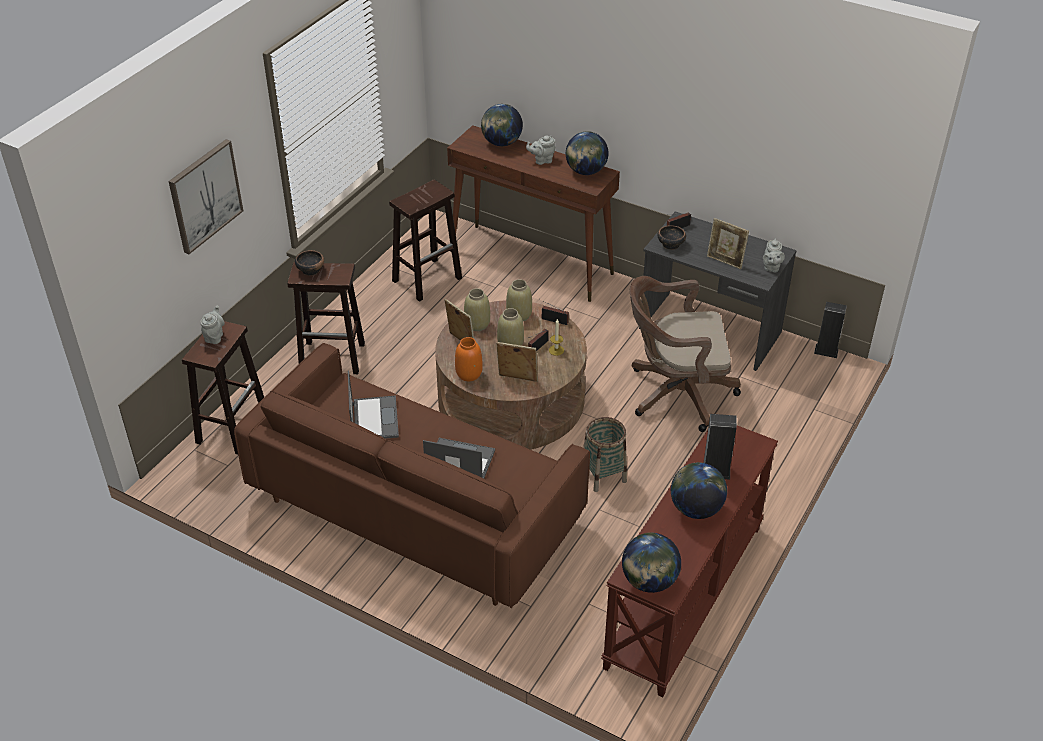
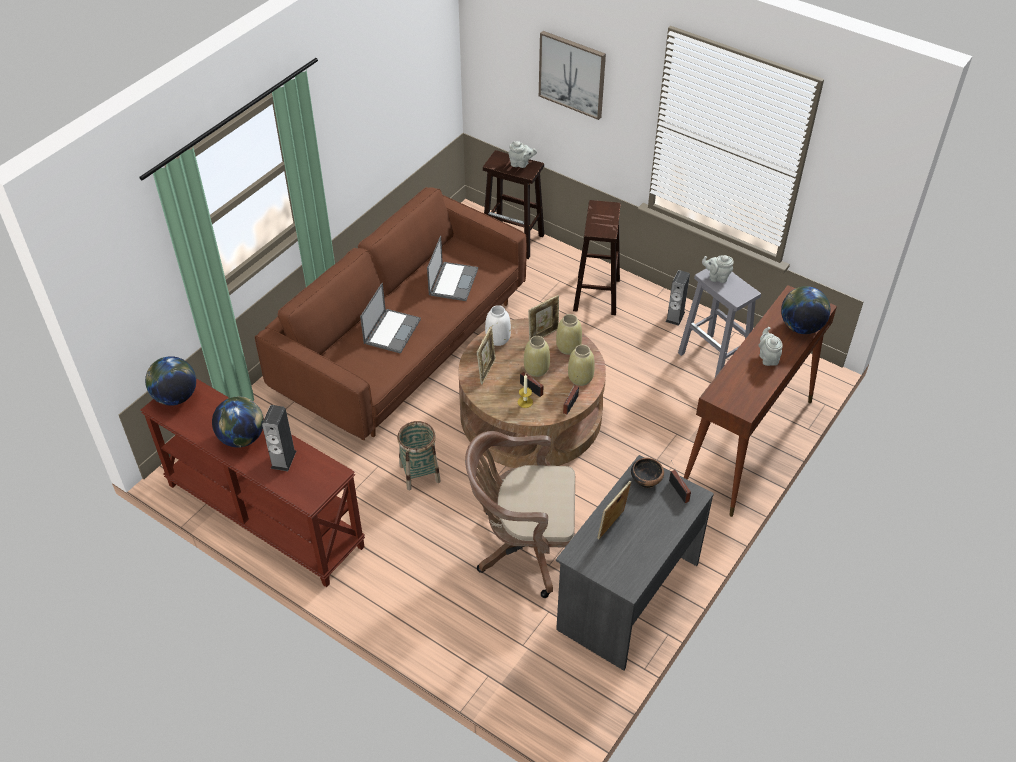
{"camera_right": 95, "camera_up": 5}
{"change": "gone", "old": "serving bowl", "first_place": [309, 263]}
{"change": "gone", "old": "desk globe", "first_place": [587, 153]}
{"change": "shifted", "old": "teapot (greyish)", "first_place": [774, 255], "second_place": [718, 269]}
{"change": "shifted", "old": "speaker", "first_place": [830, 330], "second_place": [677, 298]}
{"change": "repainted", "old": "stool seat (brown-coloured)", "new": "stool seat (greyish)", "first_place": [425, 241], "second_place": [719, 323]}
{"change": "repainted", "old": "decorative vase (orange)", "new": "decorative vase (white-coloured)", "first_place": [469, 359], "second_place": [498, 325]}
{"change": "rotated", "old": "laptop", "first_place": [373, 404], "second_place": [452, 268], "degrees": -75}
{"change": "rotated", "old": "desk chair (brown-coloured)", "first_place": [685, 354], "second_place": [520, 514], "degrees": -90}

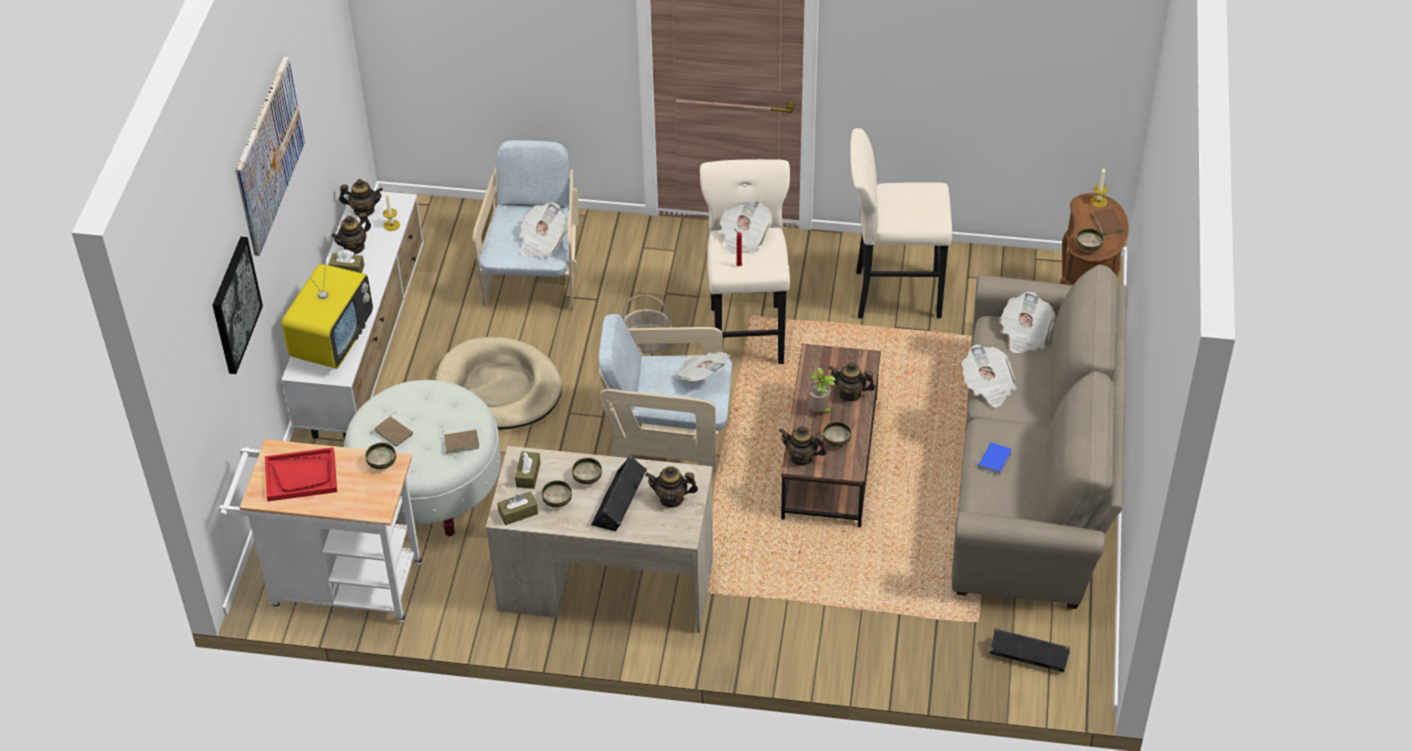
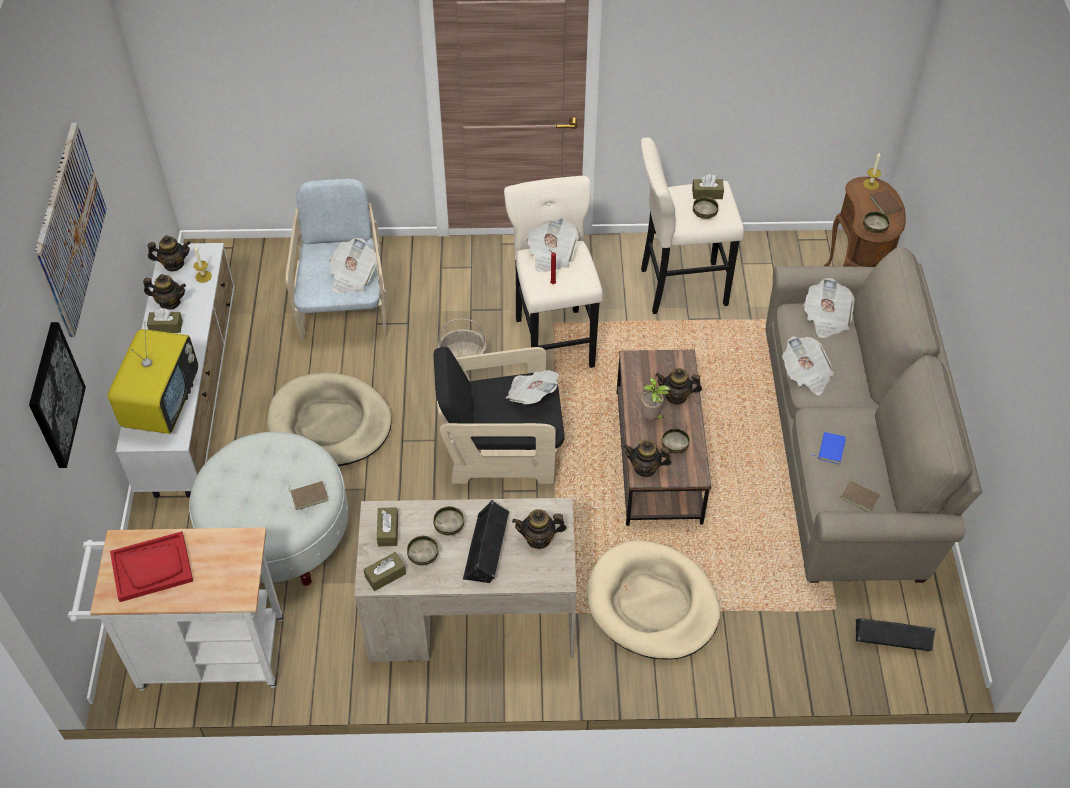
{"camera_right": -10, "camera_up": 5}
{"change": "new", "new": "dog cushion (sand-coloured)", "second_place": [653, 600]}
{"change": "new", "new": "box of tissues (brown-coloured)", "second_place": [708, 186]}
{"change": "shifted", "old": "serving bowl", "first_place": [380, 456], "second_place": [706, 208]}
{"change": "shifted", "old": "bound book (brown-coloured)", "first_place": [393, 429], "second_place": [860, 494]}
{"change": "repainted", "old": "lounge chair (sand-coloured)", "new": "lounge chair (black)", "first_place": [665, 392], "second_place": [499, 415]}
{"change": "rotated", "old": "teapot", "first_place": [351, 233], "second_place": [164, 292], "degrees": -120}

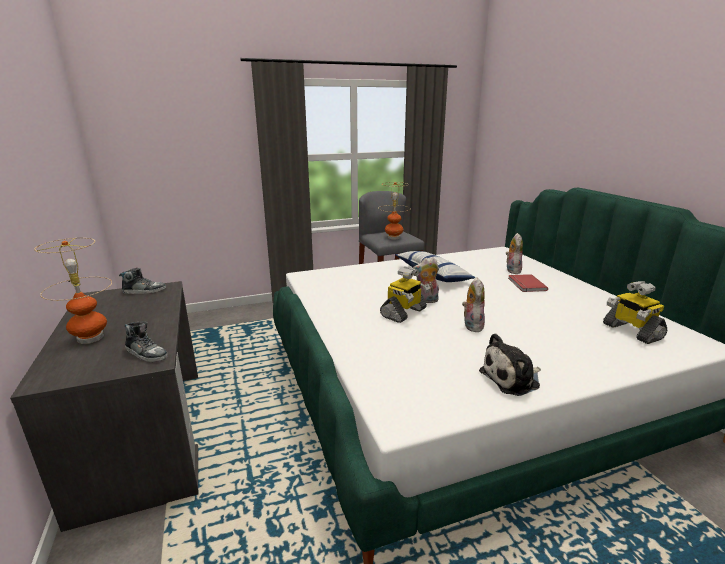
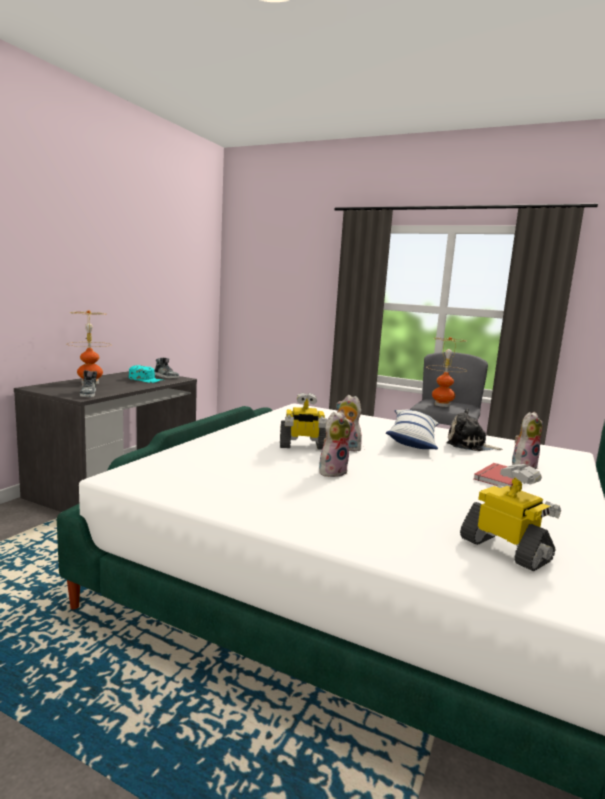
{"camera_right": 45, "camera_up": -10}
{"change": "new", "new": "peaked cap (blue-green)", "second_place": [145, 374]}
{"change": "shifted", "old": "cuddly toy", "first_place": [510, 364], "second_place": [474, 430]}
{"change": "rotated", "old": "model robot", "first_place": [635, 312], "second_place": [510, 517], "degrees": 120}

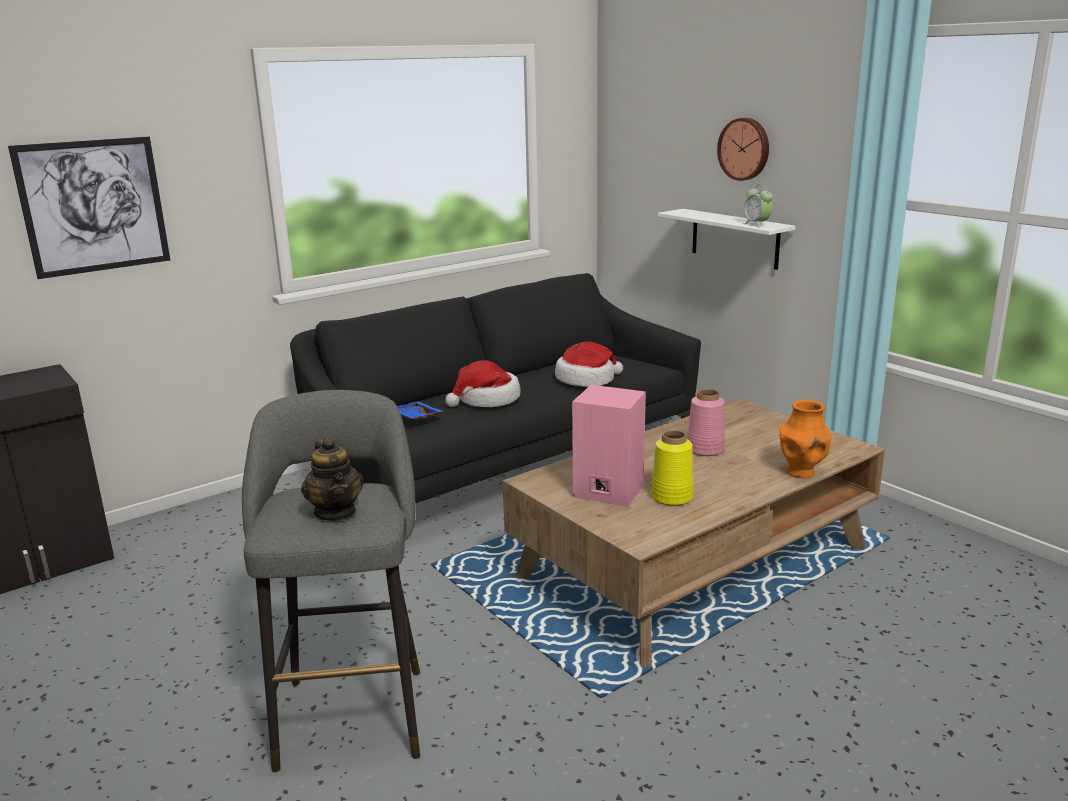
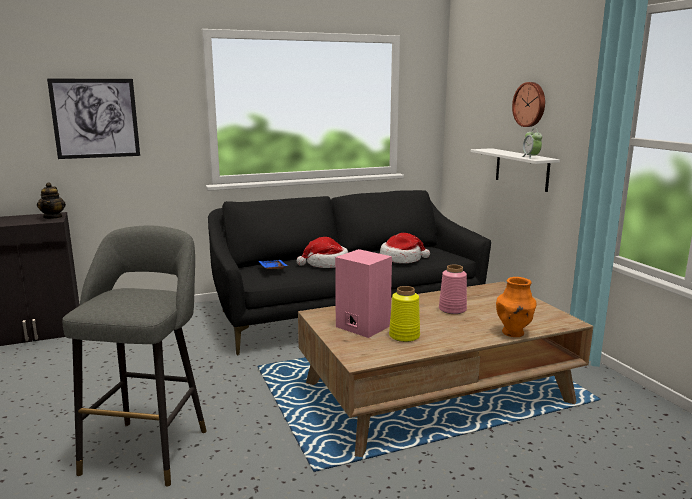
{"camera_right": 15, "camera_up": -5}
{"change": "shifted", "old": "teapot", "first_place": [332, 479], "second_place": [51, 200]}

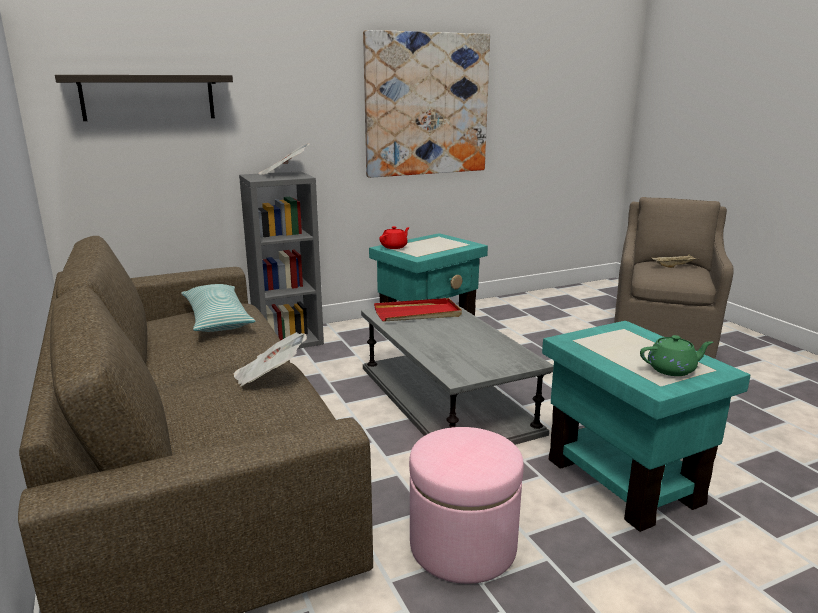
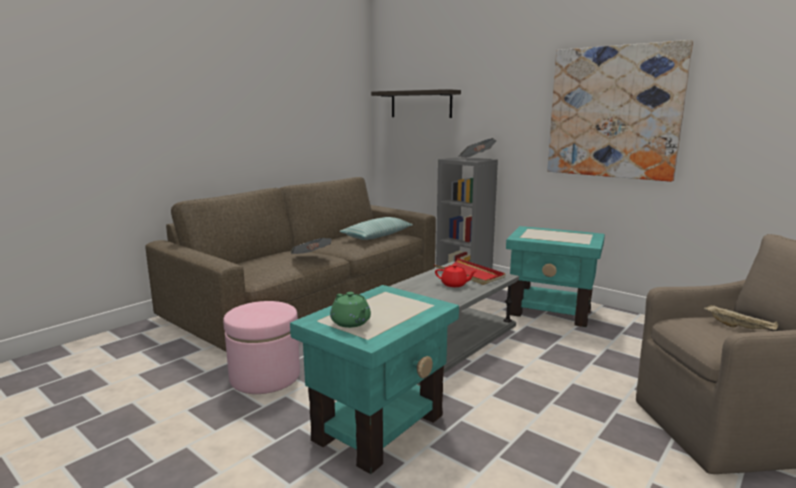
{"camera_right": 65, "camera_up": -5}
{"change": "shifted", "old": "teapot (red-coloured)", "first_place": [394, 237], "second_place": [456, 275]}

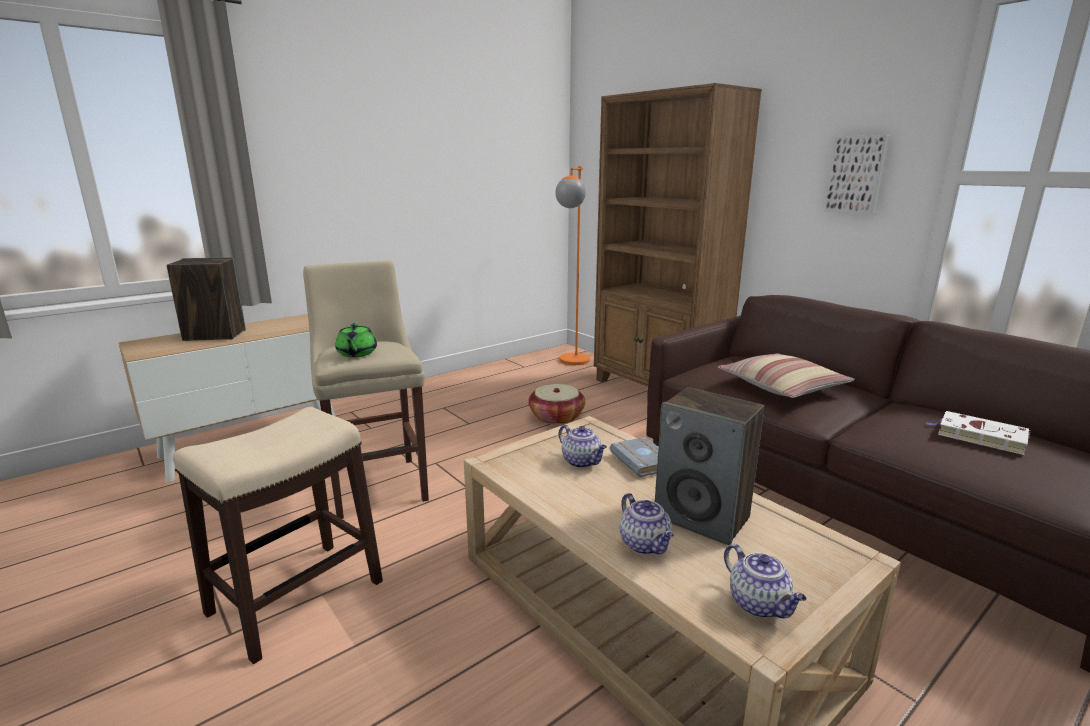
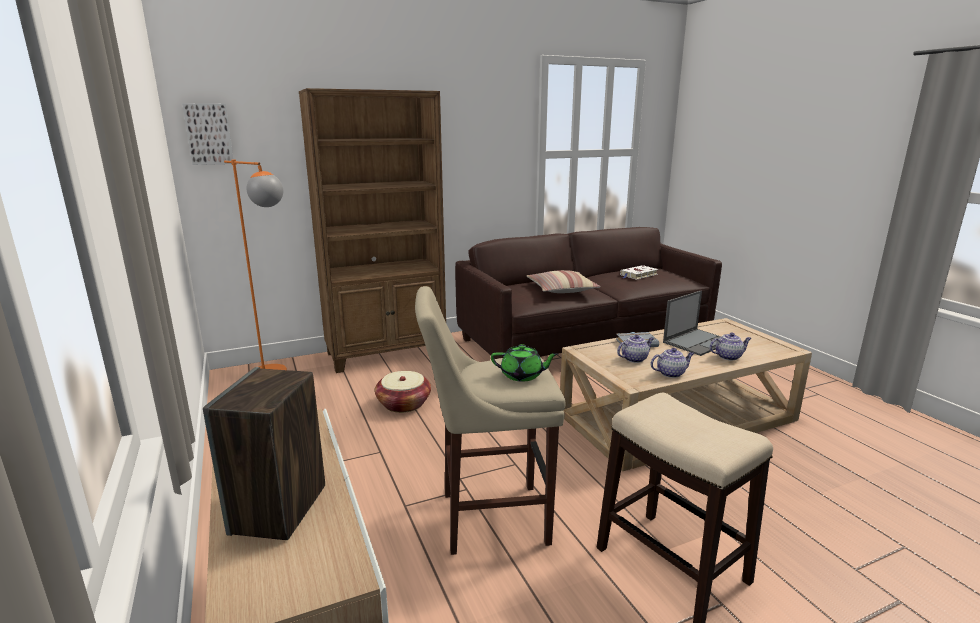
{"camera_right": -75, "camera_up": 0}
{"change": "shifted", "old": "teapot", "first_place": [765, 581], "second_place": [672, 363]}
{"change": "shifted", "old": "picture", "first_place": [857, 174], "second_place": [208, 134]}
{"change": "swapped", "old": "speaker", "new": "laptop", "first_place": [709, 466], "second_place": [692, 323]}

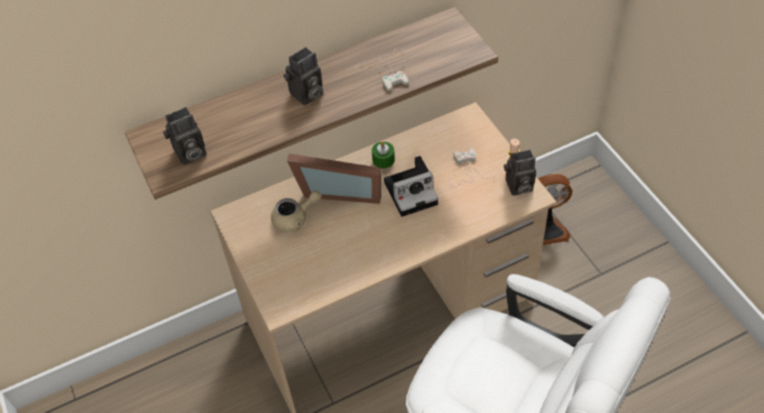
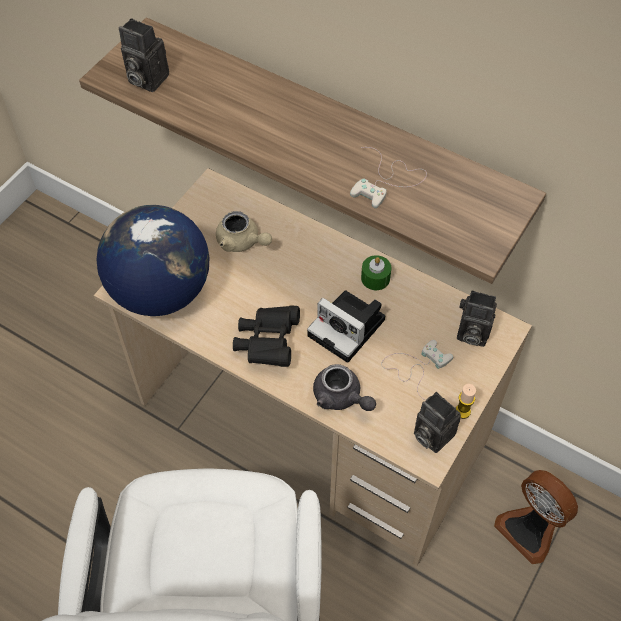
{"camera_right": 55, "camera_up": 5}
{"change": "gone", "old": "standing frame", "first_place": [334, 179]}
{"change": "new", "new": "desk globe", "second_place": [153, 260]}
{"change": "new", "new": "field glasses (black)", "second_place": [266, 336]}
{"change": "new", "new": "teapot (greyish)", "second_place": [344, 387]}
{"change": "shifted", "old": "still camera", "first_place": [303, 76], "second_place": [477, 318]}

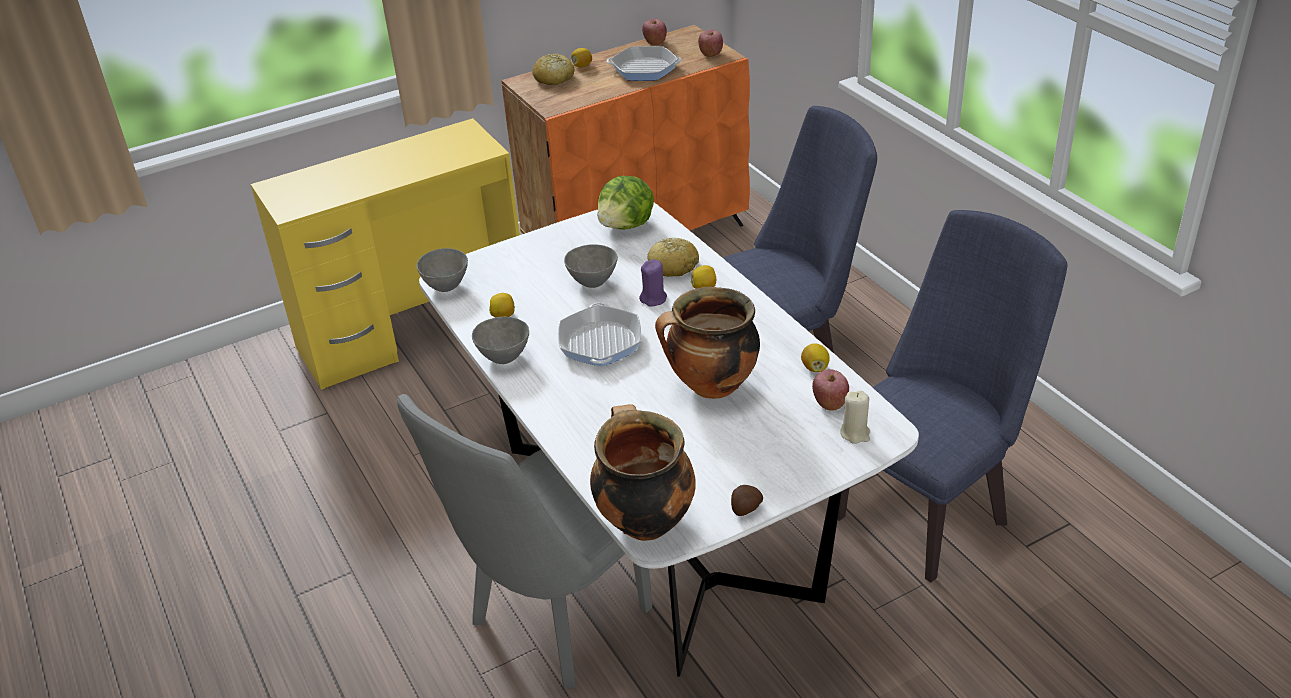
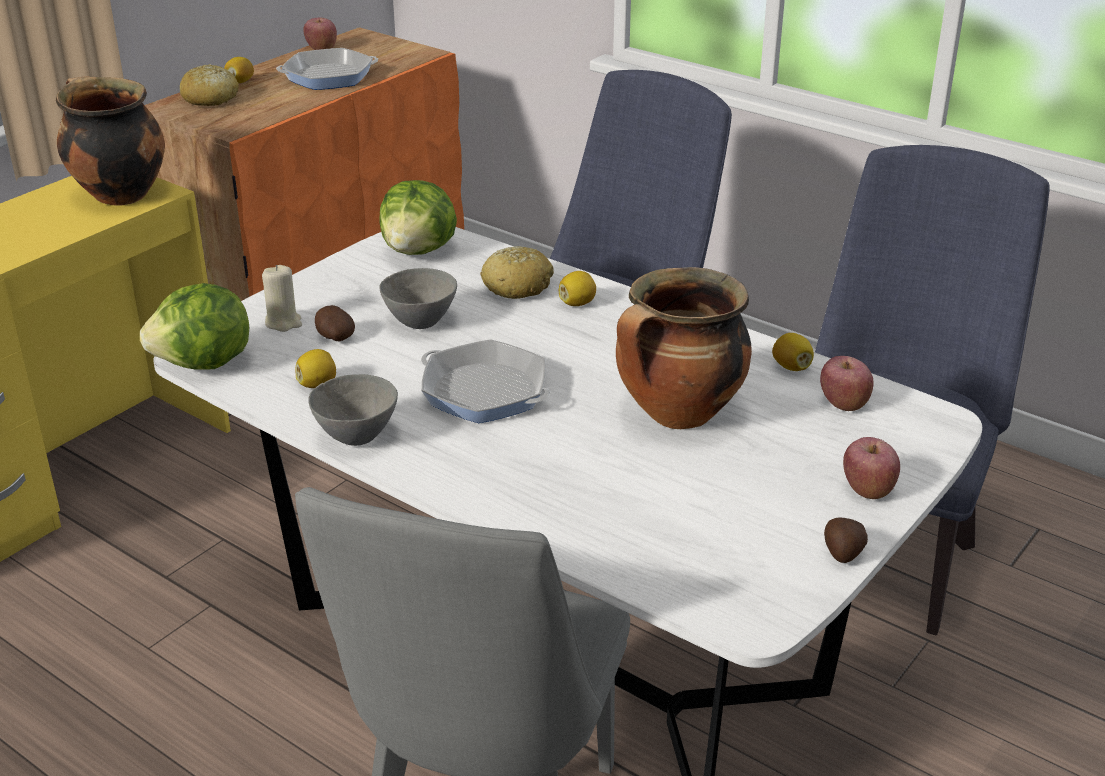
{"camera_right": -25, "camera_up": -5}
{"change": "gone", "old": "wax light (purple-coloured)", "first_place": [653, 282]}
{"change": "new", "new": "whole potato", "second_place": [335, 323]}
{"change": "shifted", "old": "stockpot", "first_place": [643, 472], "second_place": [110, 141]}
{"change": "shifted", "old": "apple fruit", "first_place": [710, 43], "second_place": [871, 468]}
{"change": "shifted", "old": "wax light (sand-coloured)", "first_place": [855, 417], "second_place": [282, 298]}
{"change": "swapped", "old": "serving bowl (greyish)", "new": "lettuce head", "first_place": [442, 270], "second_place": [194, 326]}
{"change": "rotated", "old": "pan", "first_place": [599, 334], "second_place": [485, 381], "degrees": 150}

